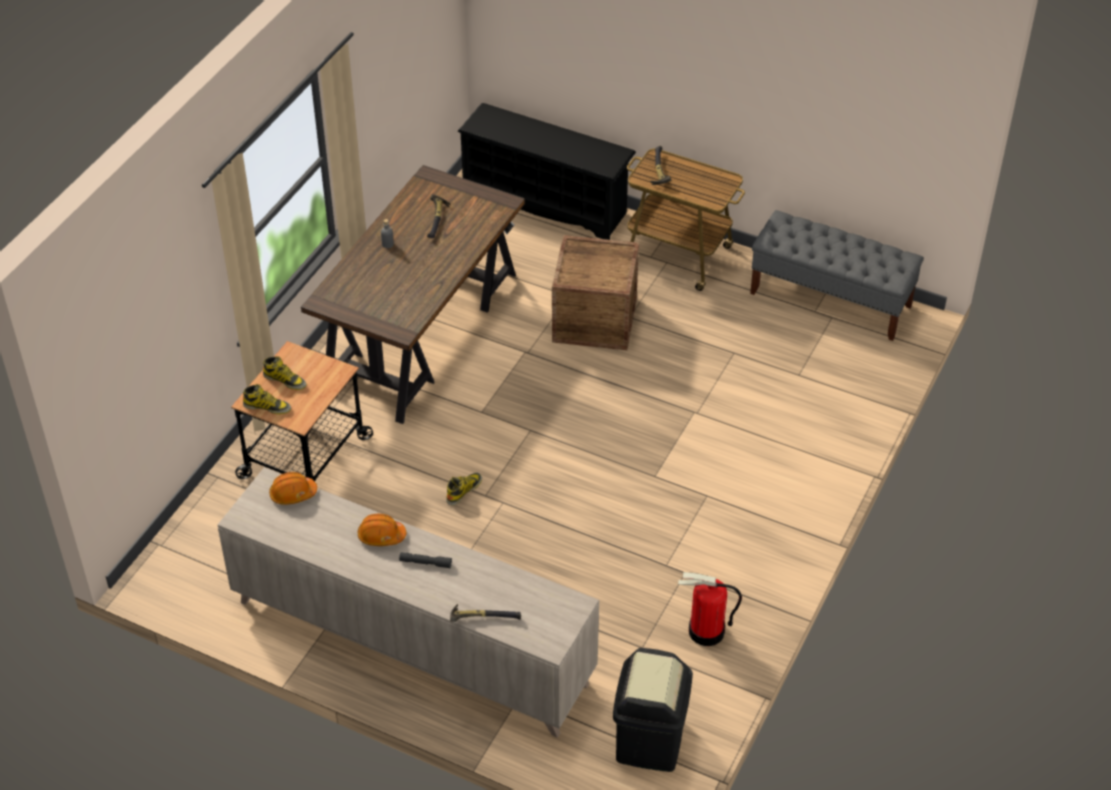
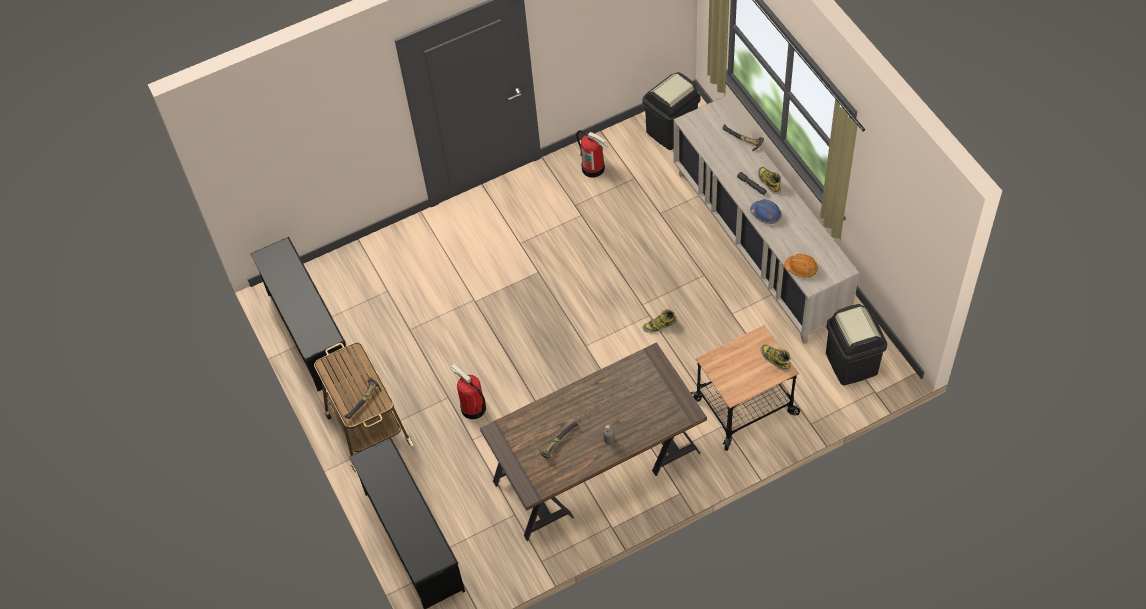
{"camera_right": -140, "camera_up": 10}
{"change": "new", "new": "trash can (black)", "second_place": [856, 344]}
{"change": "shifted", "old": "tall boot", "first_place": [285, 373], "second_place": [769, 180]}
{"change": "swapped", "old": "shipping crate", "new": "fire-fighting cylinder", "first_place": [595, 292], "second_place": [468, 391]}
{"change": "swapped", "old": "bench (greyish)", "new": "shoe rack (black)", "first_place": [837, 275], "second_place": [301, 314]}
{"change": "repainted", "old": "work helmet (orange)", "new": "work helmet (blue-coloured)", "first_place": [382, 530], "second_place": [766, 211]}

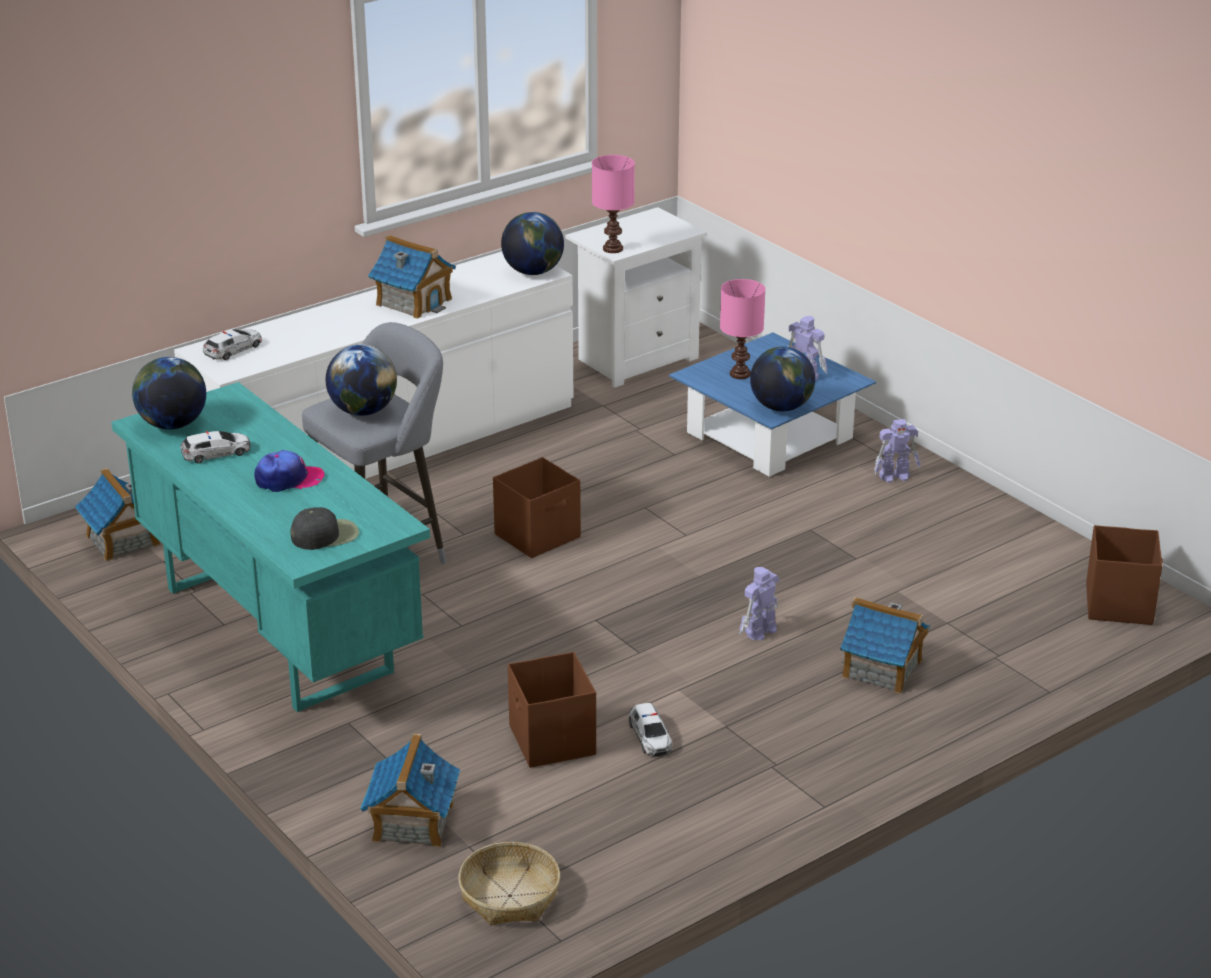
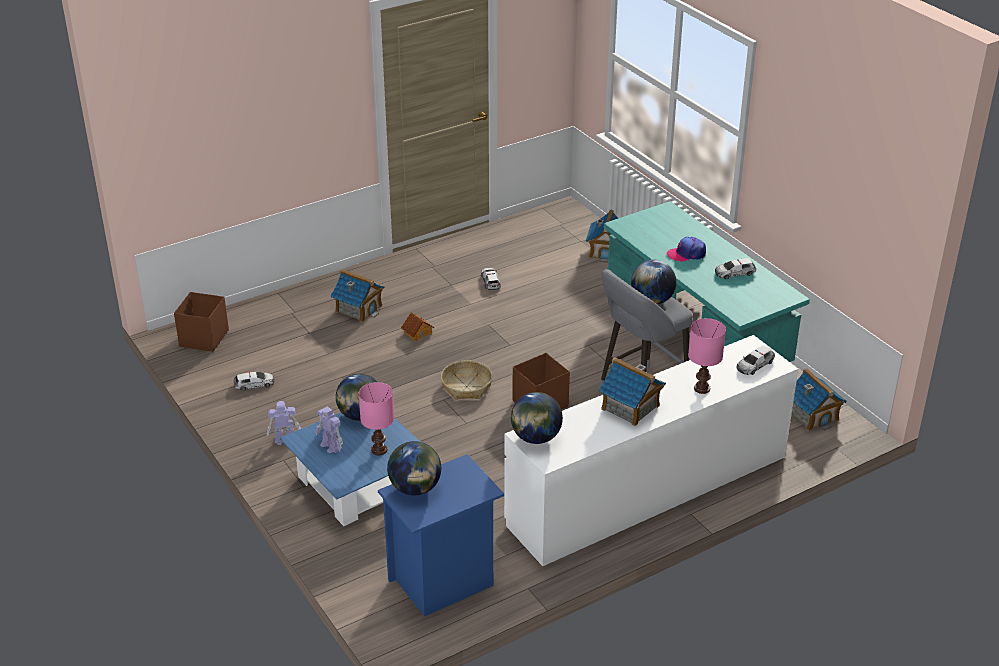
{"camera_right": -175, "camera_up": 5}
{"change": "gone", "old": "peaked cap (black)", "first_place": [324, 528]}
{"change": "gone", "old": "storage box (brown-coloured)", "first_place": [552, 710]}
{"change": "new", "new": "model car", "second_place": [254, 381]}
{"change": "shifted", "old": "desk globe", "first_place": [169, 393], "second_place": [414, 468]}
{"change": "shifted", "old": "basket", "first_place": [509, 883], "second_place": [466, 380]}
{"change": "shifted", "old": "table lamp (pink-coloured)", "first_place": [613, 204], "second_place": [707, 356]}
{"change": "swapped", "old": "model robot", "new": "toy house", "first_place": [759, 603], "second_place": [417, 326]}
{"change": "repainted", "old": "bedside table (white-coloured)", "new": "bedside table (blue-coloured)", "first_place": [636, 297], "second_place": [441, 535]}

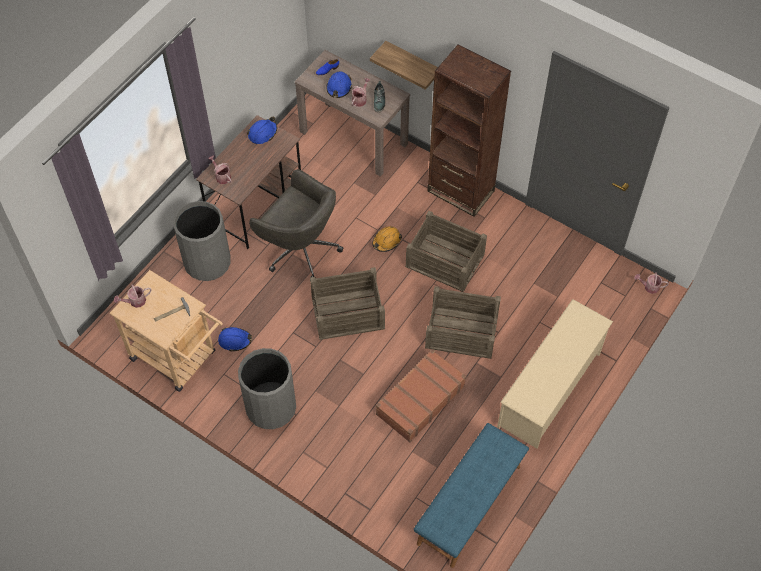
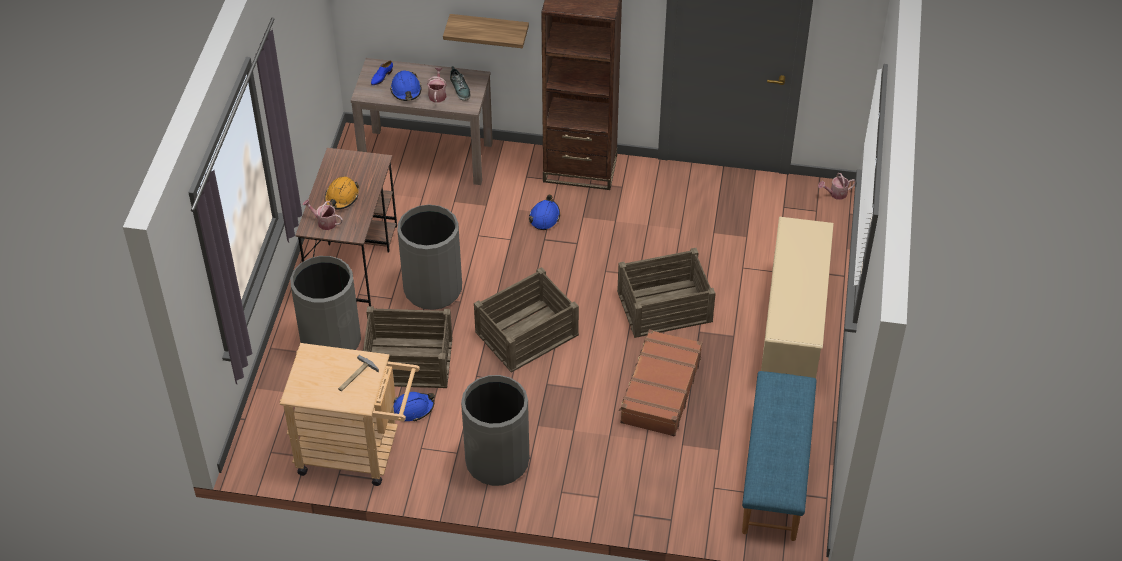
{"camera_right": -25, "camera_up": -10}
{"change": "gone", "old": "watering can", "first_place": [133, 296]}
{"change": "shifted", "old": "work helmet (blue-coloured)", "first_place": [262, 130], "second_place": [544, 212]}
{"change": "shifted", "old": "work helmet (orange)", "first_place": [387, 239], "second_place": [342, 193]}
{"change": "shifted", "old": "shipping crate", "first_place": [446, 251], "second_place": [407, 347]}
{"change": "swapped", "old": "desk chair (greyish)", "new": "trash can (greyish)", "first_place": [296, 224], "second_place": [429, 257]}

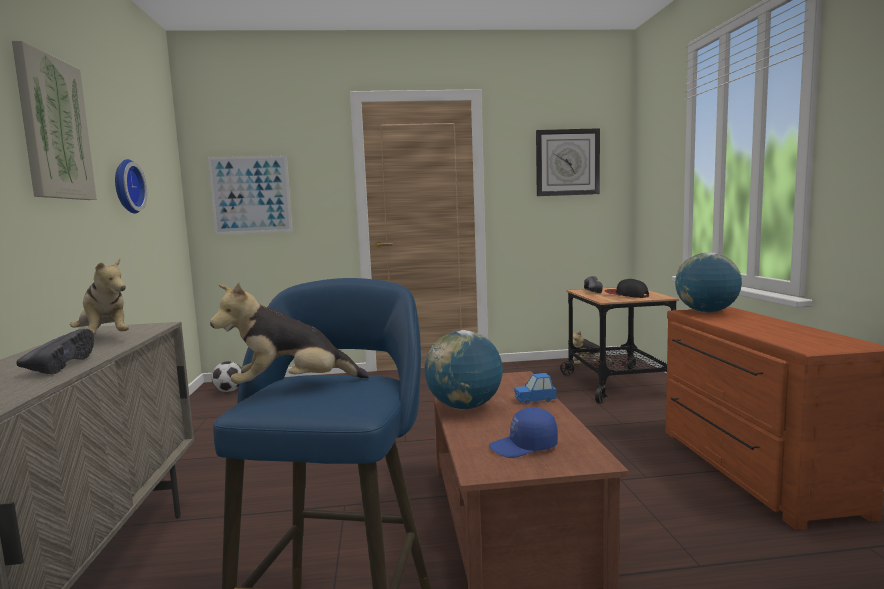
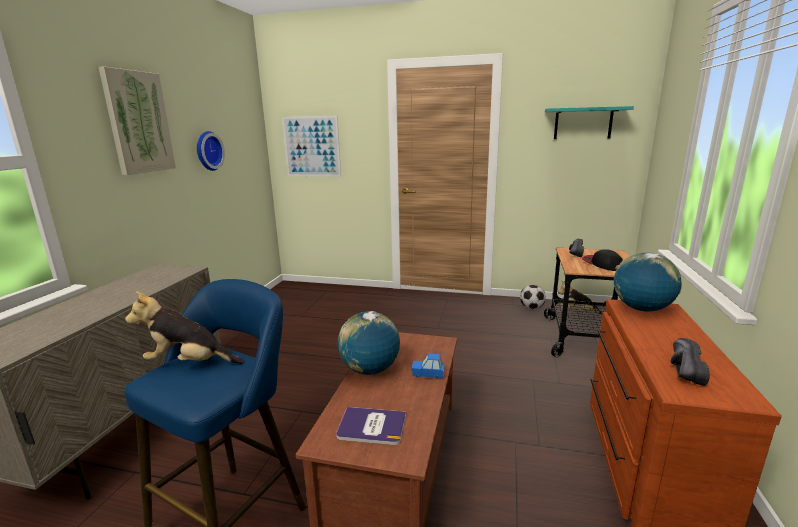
{"camera_right": 20, "camera_up": 10}
{"change": "gone", "old": "cuddly toy", "first_place": [99, 296]}
{"change": "shifted", "old": "shoe (black)", "first_place": [55, 351], "second_place": [690, 362]}
{"change": "shifted", "old": "football", "first_place": [226, 376], "second_place": [533, 297]}
{"change": "swapped", "old": "peaked cap (blue-coloured)", "new": "bound book", "first_place": [523, 432], "second_place": [371, 426]}
{"change": "swapped", "old": "wall clock", "new": "bracket shelf (blue-green)", "first_place": [568, 162], "second_place": [589, 122]}

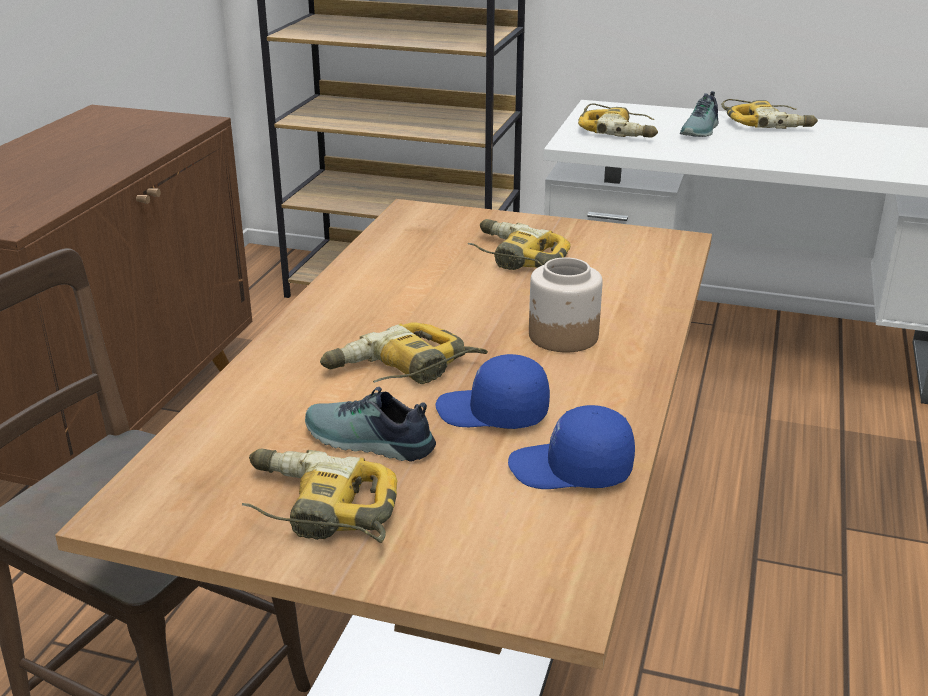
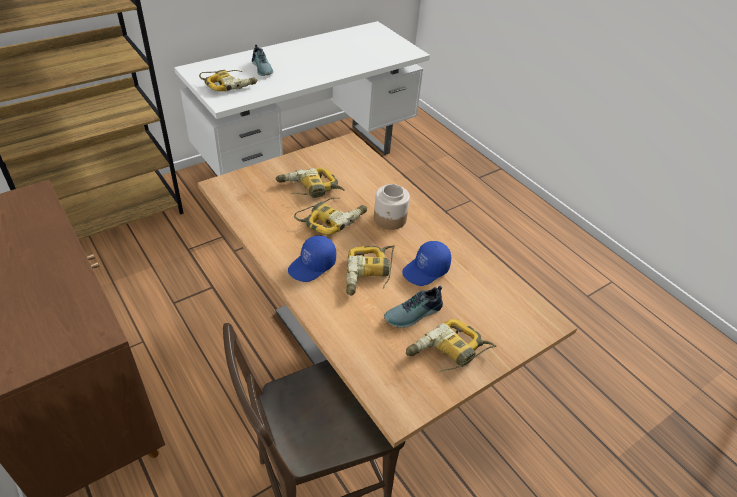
{"camera_right": -55, "camera_up": 15}
{"change": "shifted", "old": "peaked cap (blue-coloured)", "first_place": [571, 447], "second_place": [312, 258]}
{"change": "shifted", "old": "electric drill", "first_place": [769, 114], "second_place": [330, 216]}

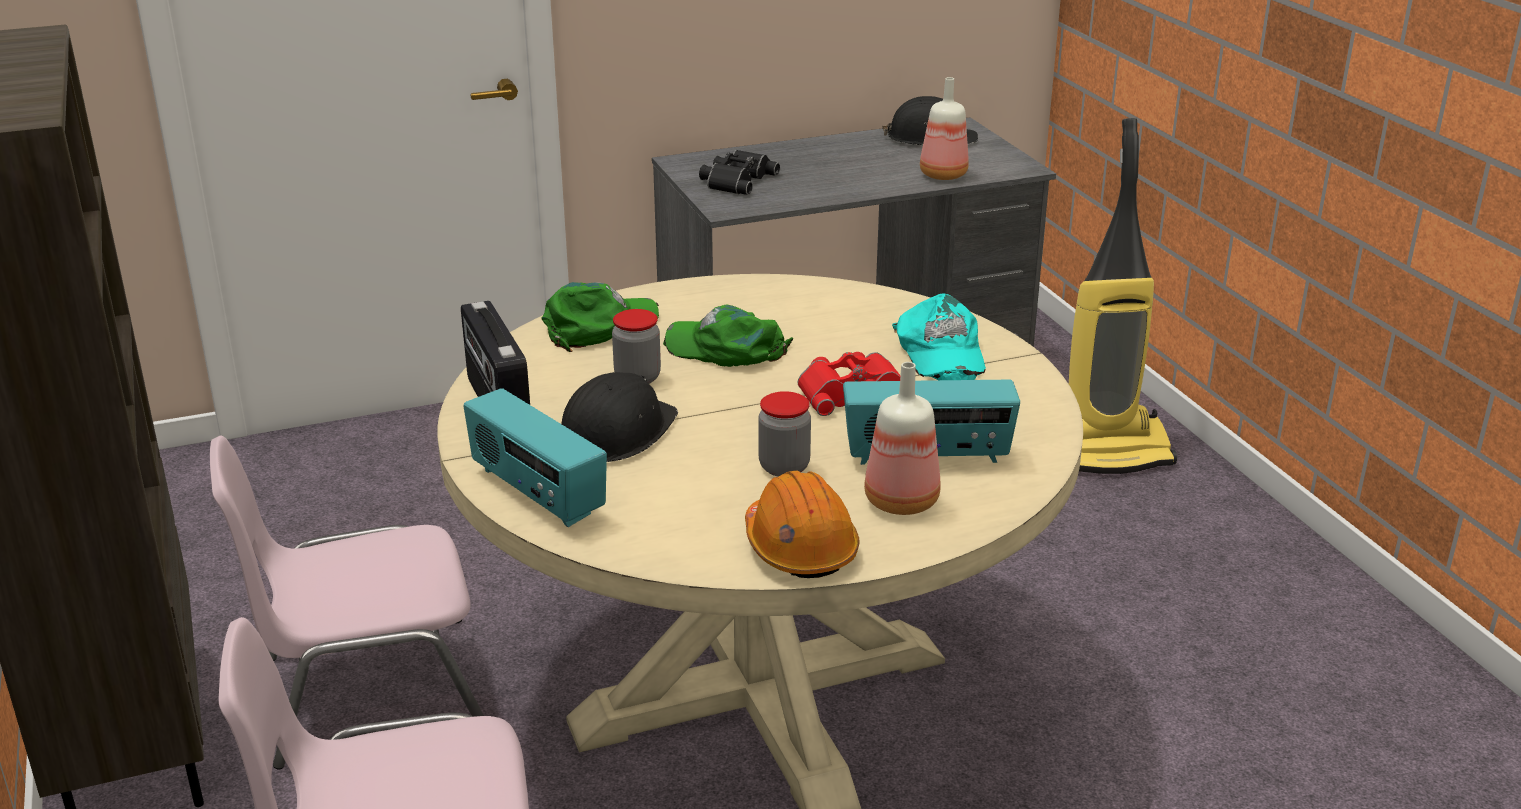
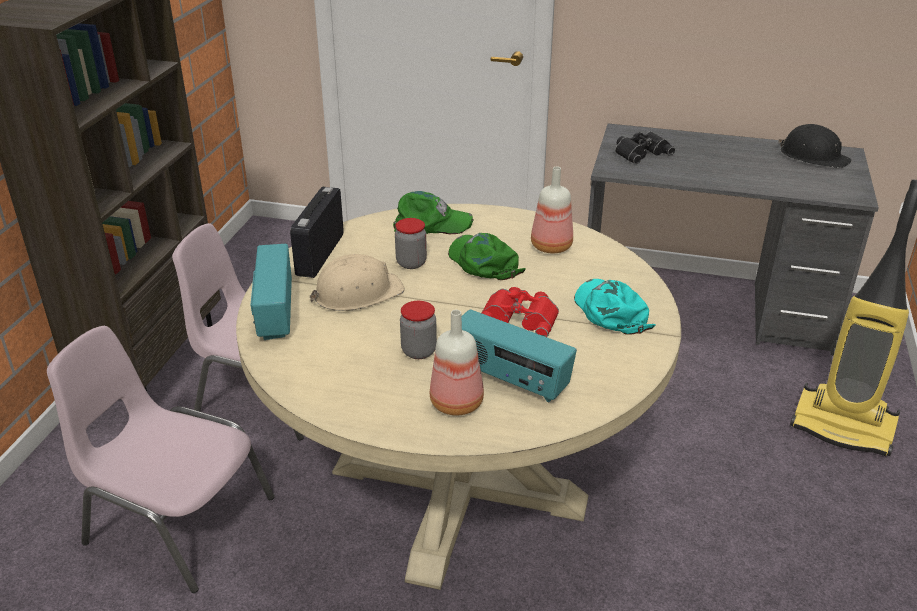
{"camera_right": 35, "camera_up": 5}
{"change": "gone", "old": "work helmet (orange)", "first_place": [802, 524]}
{"change": "shifted", "old": "bottle", "first_place": [944, 128], "second_place": [552, 209]}
{"change": "repainted", "old": "work helmet (black)", "new": "work helmet (sand-coloured)", "first_place": [619, 417], "second_place": [357, 282]}
{"change": "rotated", "old": "peaked cap (blue-green)", "first_place": [939, 336], "second_place": [614, 307], "degrees": 135}

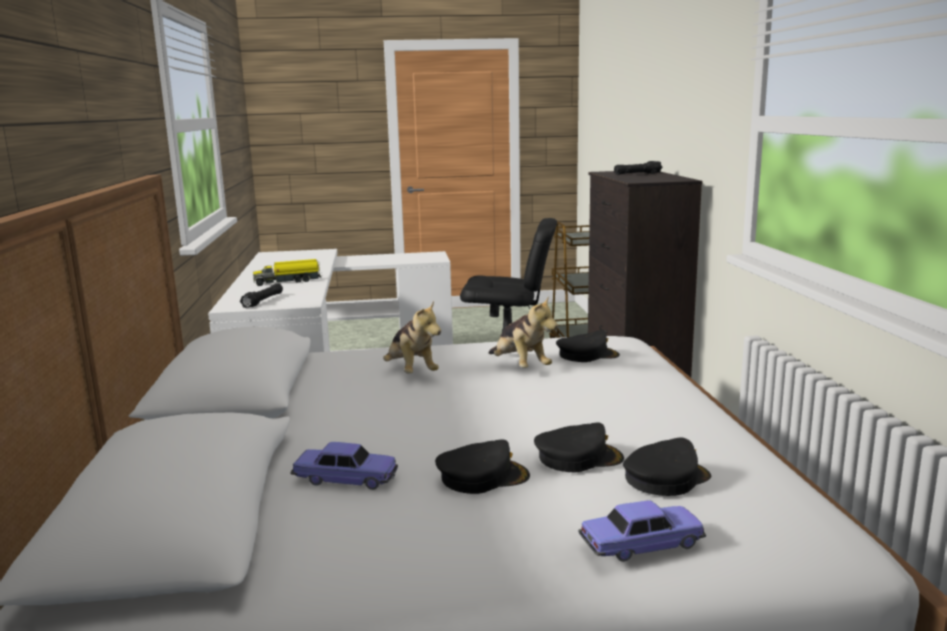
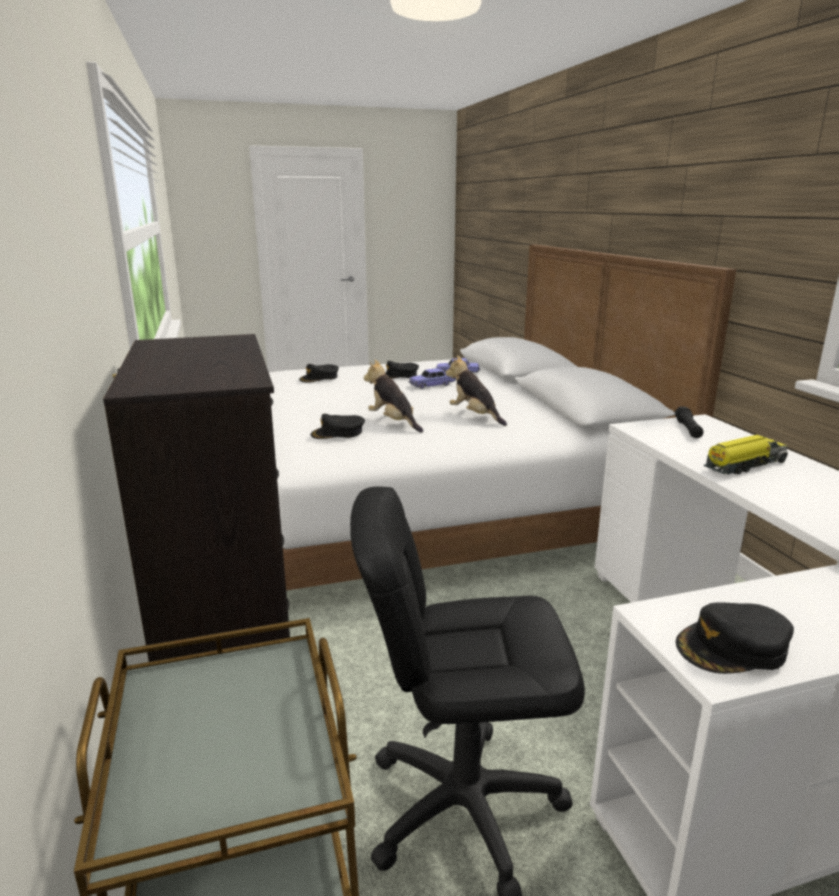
{"camera_right": 170, "camera_up": 5}
{"change": "gone", "old": "flashlight (black)", "first_place": [638, 168]}
{"change": "shifted", "old": "peaked cap (black)", "first_place": [579, 447], "second_place": [735, 638]}
{"change": "shifted", "old": "model car", "first_place": [642, 531], "second_place": [432, 378]}

